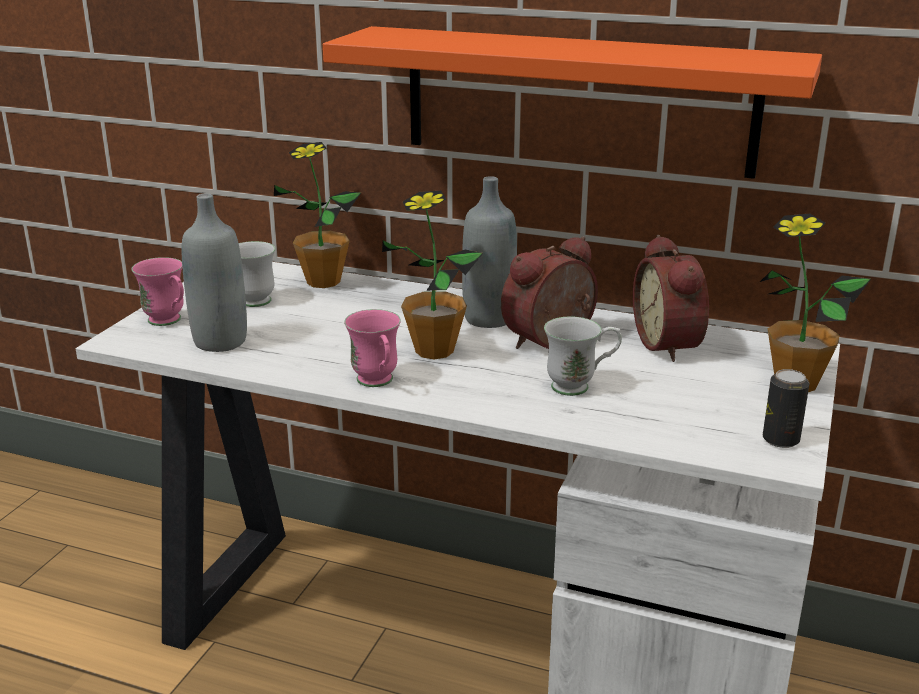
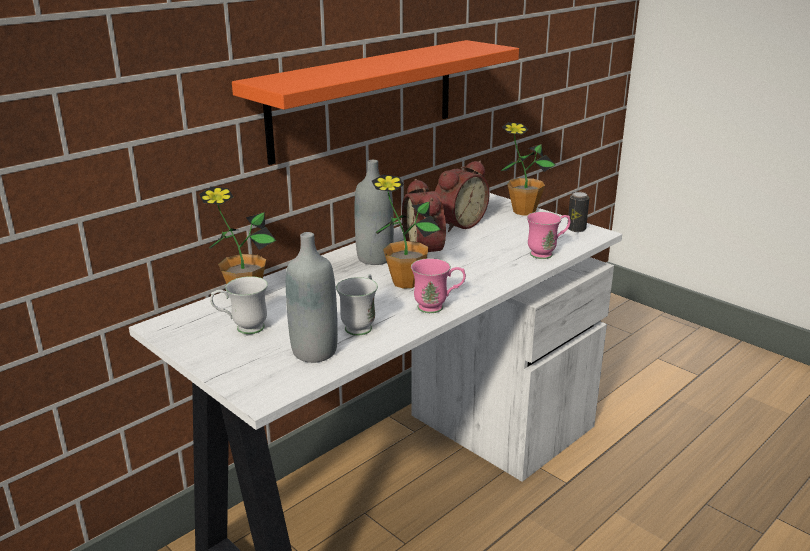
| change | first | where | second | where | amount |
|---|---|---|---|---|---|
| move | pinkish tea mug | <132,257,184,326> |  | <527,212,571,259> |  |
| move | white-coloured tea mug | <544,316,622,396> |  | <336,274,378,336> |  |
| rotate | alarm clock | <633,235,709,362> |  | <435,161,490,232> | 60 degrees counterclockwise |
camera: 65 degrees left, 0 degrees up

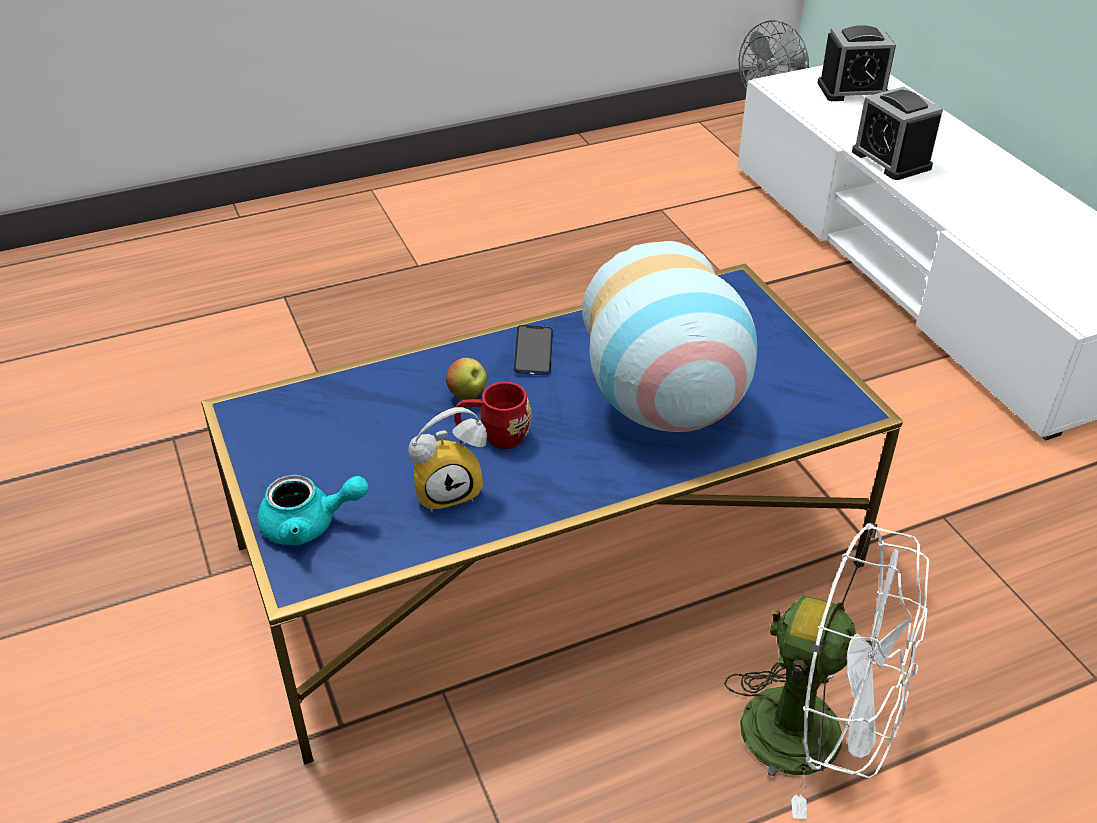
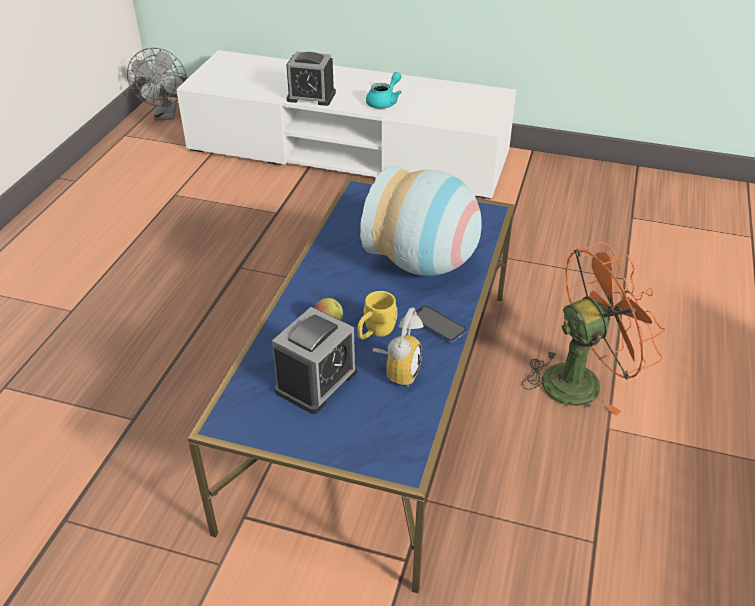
| change | first | where | second | where | amount |
|---|---|---|---|---|---|
| move | blue-green teapot | <257,475,369,545> |  | <366,72,402,109> |  |
| recolor | reddish tea mug | <454,382,532,449> | yellow-coloured tea mug | <357,291,398,339> |  |
| move | handset | <513,325,553,376> |  | <415,306,467,342> |  |
| recolor | white-coloured fan | <724,522,929,819> | orange-coloured fan | <522,242,665,415> |  |
| move | alarm clock | <818,25,896,101> |  | <272,307,357,414> |  |
camera: 50 degrees left, 0 degrees up

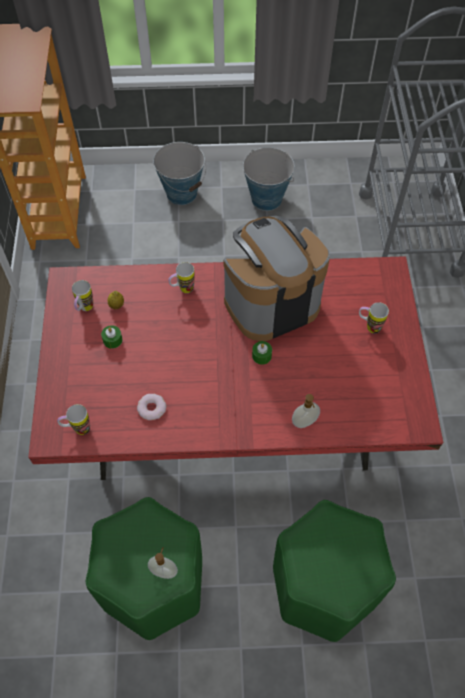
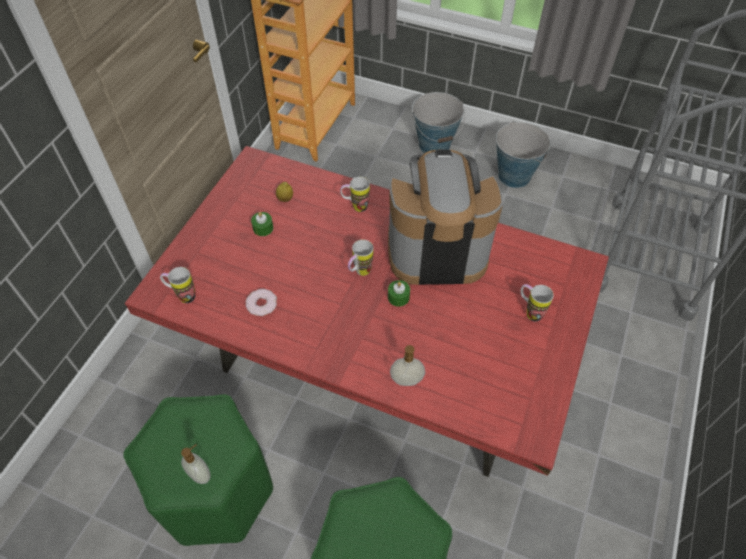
| change | first | where | second | where | amount |
|---|---|---|---|---|---|
| move | tea mug | <72,280,93,311> |  | <348,239,373,276> |  |
camera: 25 degrees right, 5 degrees down

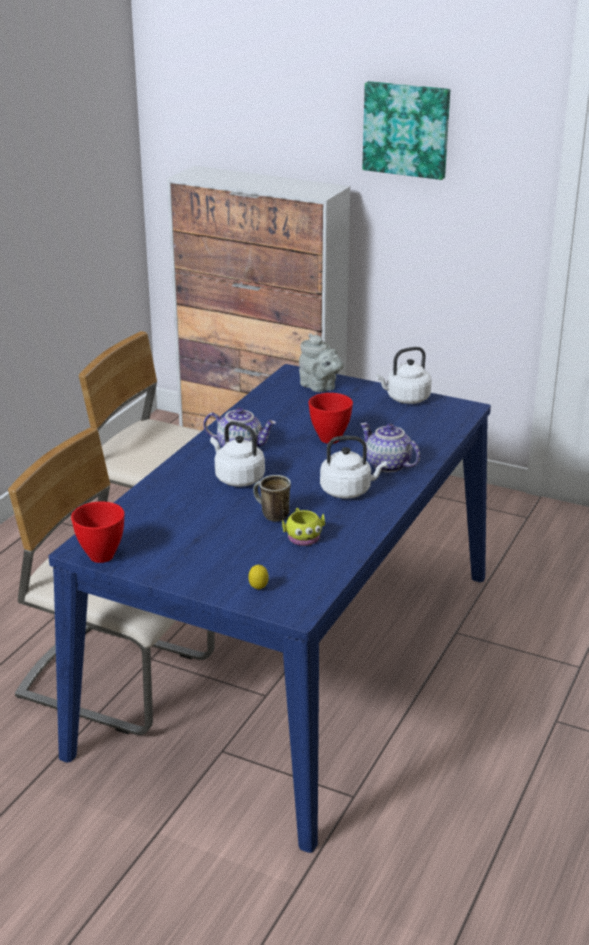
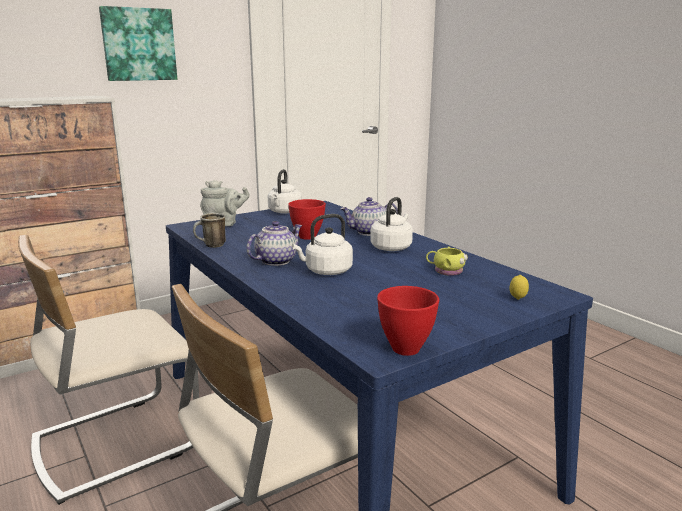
| change | first | where | second | where | amount |
|---|---|---|---|---|---|
| move | tea mug | <253,475,291,521> |  | <193,213,226,248> |  |
camera: 60 degrees left, 10 degrees down

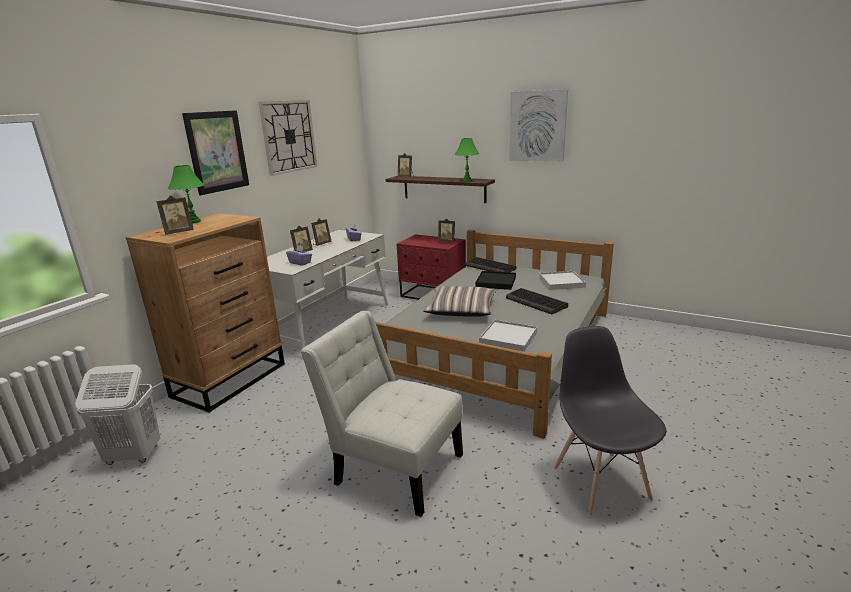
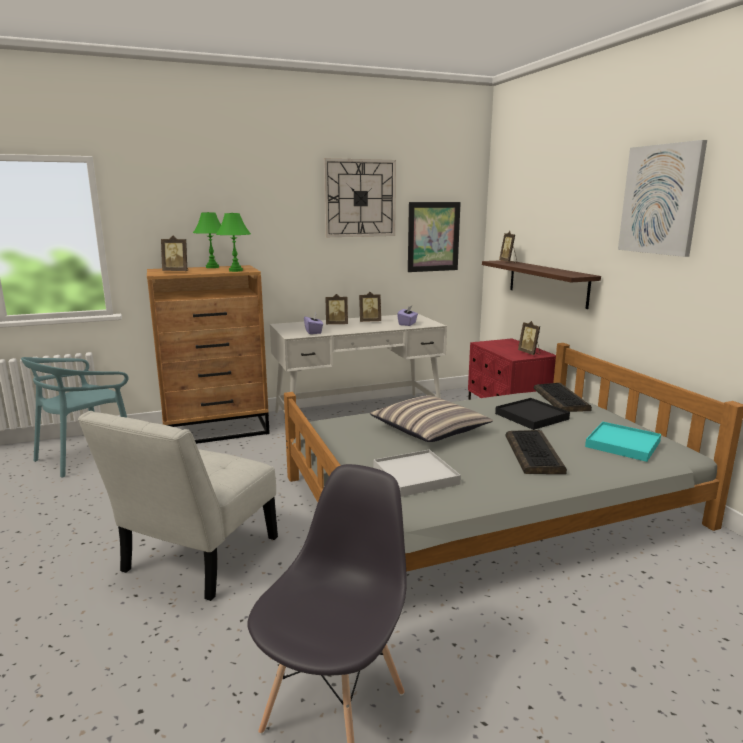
| change | first | where | second | where | amount |
|---|---|---|---|---|---|
| replace | white-coloured laundry basket | <75,364,160,465> | blue-green upright chair | <21,357,129,478> |  |
| move | picture | <182,110,249,195> |  | <408,202,461,272> |  |
| rotate | white-coloured upright chair | <300,311,463,517> |  | <78,411,278,601> | 135 degrees counterclockwise |
| move | green-coloured lamp for a table | <455,138,479,182> |  | <216,213,251,272> |  |
| recolor | white-coloured serving tray | <539,271,586,290> | blue-green serving tray | <585,422,661,462> |  |
camera: 40 degrees right, 5 degrees down

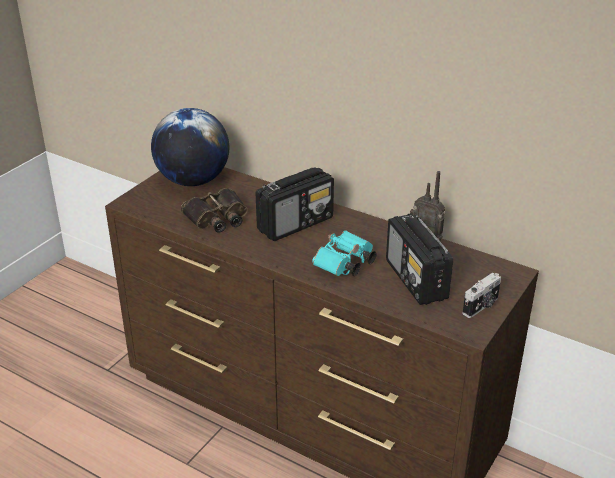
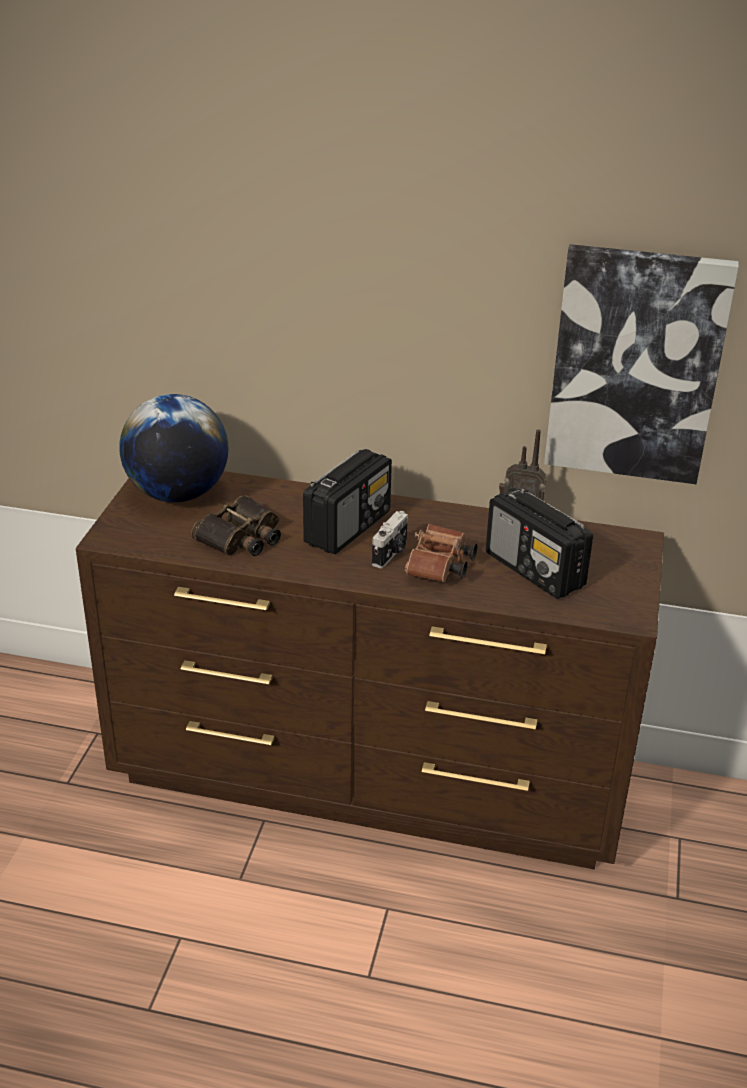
| change | first | where | second | where | amount |
|---|---|---|---|---|---|
| recolor | blue-green pair of binoculars | <312,230,376,276> | brownish pair of binoculars | <405,524,478,583> |  |
| move | photo camera | <463,273,501,318> |  | <372,511,408,568> |  |
| insert |  |  | picture | <544,244,739,484> |  |
camera: 20 degrees left, 0 degrees up

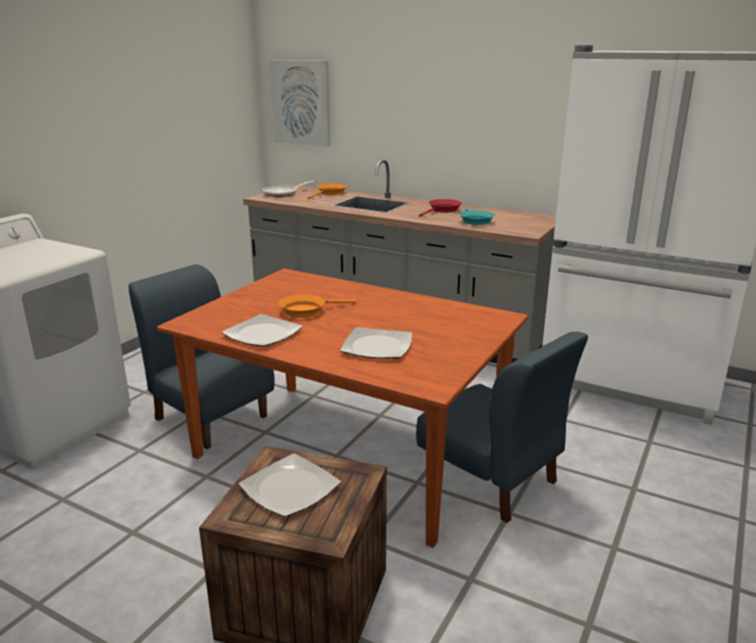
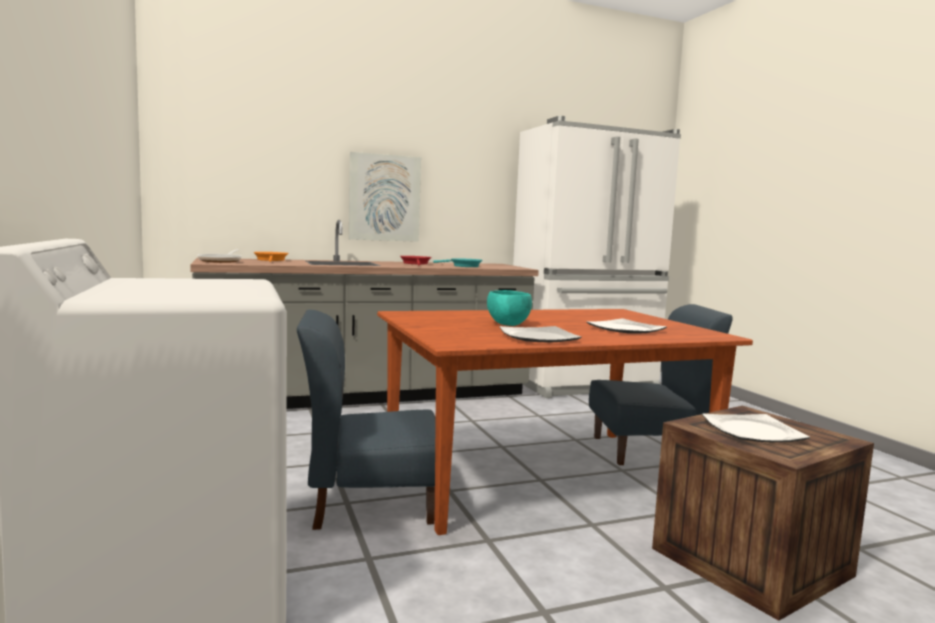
| change | first | where | second | where | amount |
|---|---|---|---|---|---|
| move | picture | <269,60,330,147> |  | <349,152,421,242> |  |
| replace | orange-coloured pan | <279,294,357,318> | blue-green deep dish | <487,290,532,326> |  |
camera: 50 degrees left, 15 degrees down

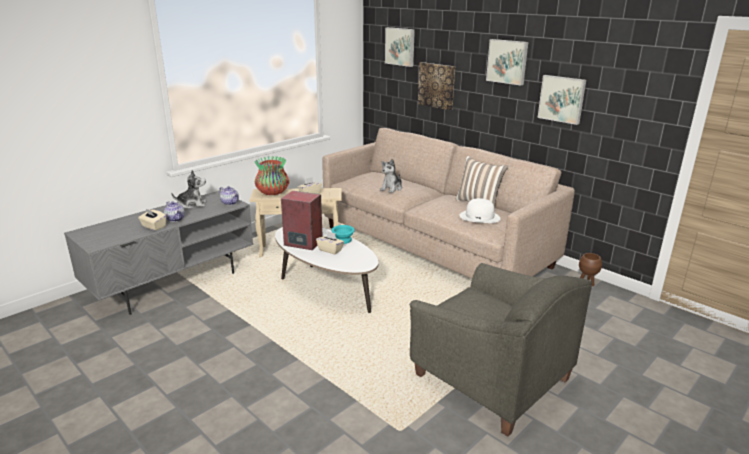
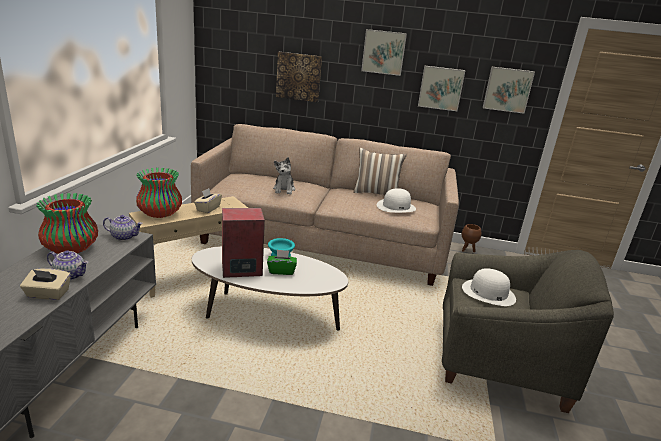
| change | first | where | second | where | amount |
|---|---|---|---|---|---|
| replace | soft toy | <171,170,206,209> | decorative vase | <36,193,98,254> |  |
| recolor | beige tissue box | <316,231,344,254> | green-coloured tissue box | <267,250,297,275> |  |
| move | picture | <385,27,415,67> |  | <483,66,535,114> |  |
| insert |  |  | white-coloured wearable hat | <462,268,516,306> |  |
camera: 35 degrees left, 0 degrees up

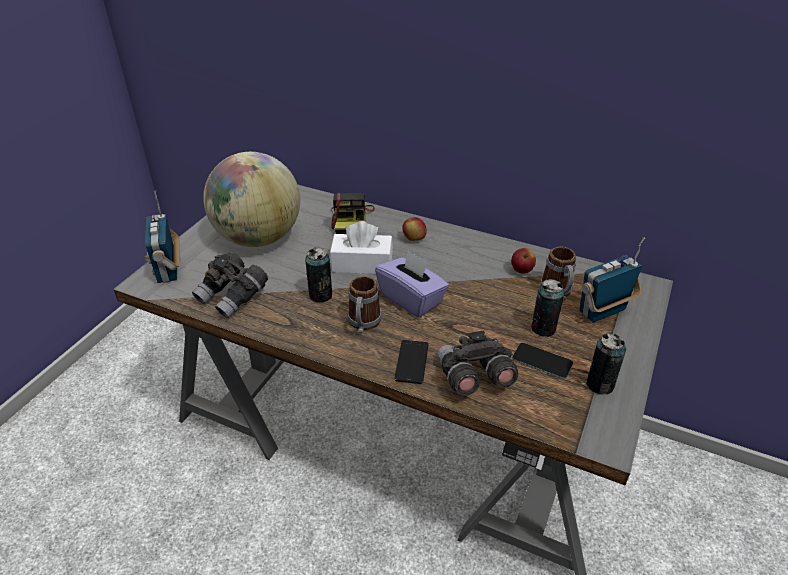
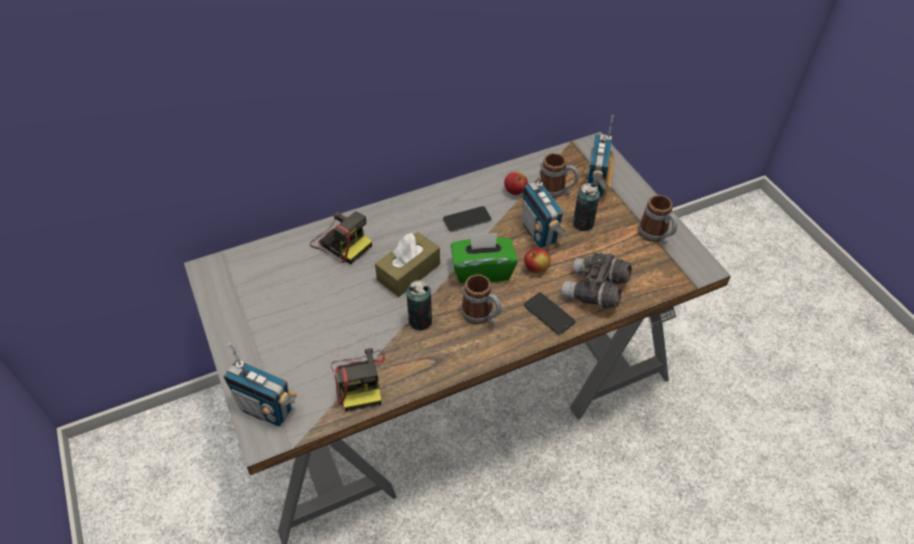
| change | first | where | second | where | amount |
|---|---|---|---|---|---|
| replace | gray pair of binoculars | <192,252,268,318> | photo camera | <331,348,385,412> |  |
| delete | globe | <203,152,300,247> |  |  |  |
| recolor | white-coloured tissue box | <330,221,393,274> | brownish tissue box | <375,232,440,297> |  |
| recolor | purple-coloured tissue box | <375,250,449,318> | green-coloured tissue box | <451,233,518,284> |  |
| move | apple fruit | <402,217,427,241> |  | <524,248,551,273> |  |
| move | handset | <512,343,573,379> |  | <443,206,491,232> |  |
| replace | sealed can | <587,333,626,395> | tea mug | <638,195,678,244> |  |
| insert |  |  | radio | <522,161,566,248> |  |
camera: 50 degrees left, 10 degrees up

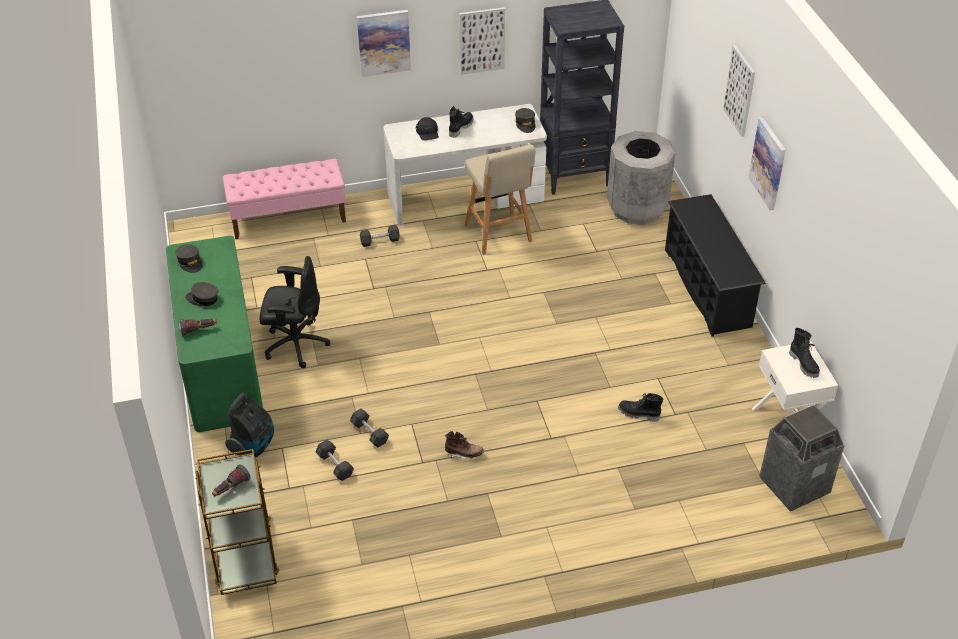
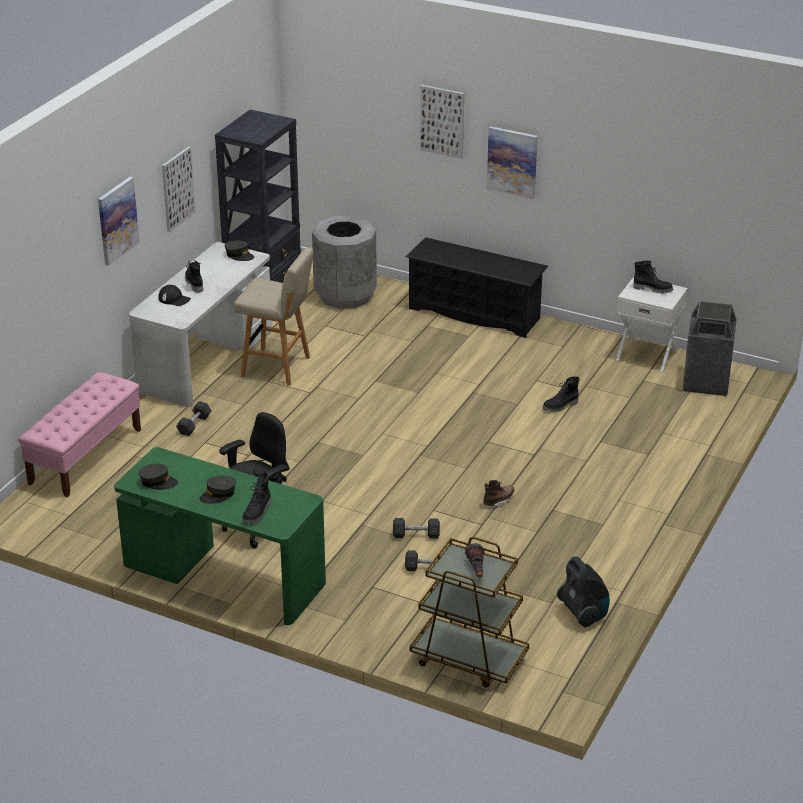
| change | first | where | second | where | amount |
|---|---|---|---|---|---|
| replace | hand torch | <179,318,217,336> | blackish boot | <242,472,271,524> |  |
| move | vacuum | <225,393,274,457> |  | <557,556,610,627> |  |
camera: 50 degrees left, 10 degrees down

